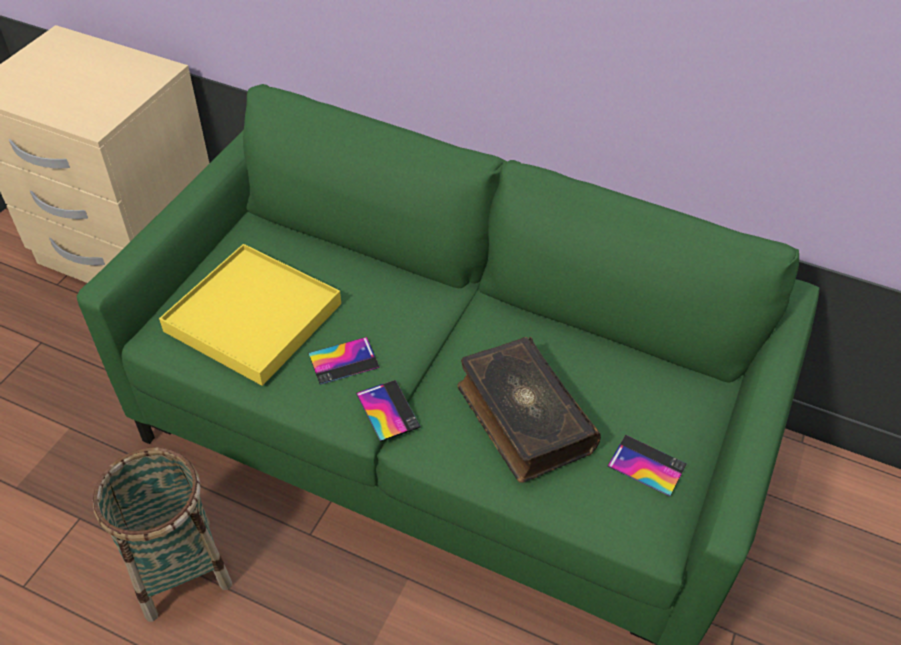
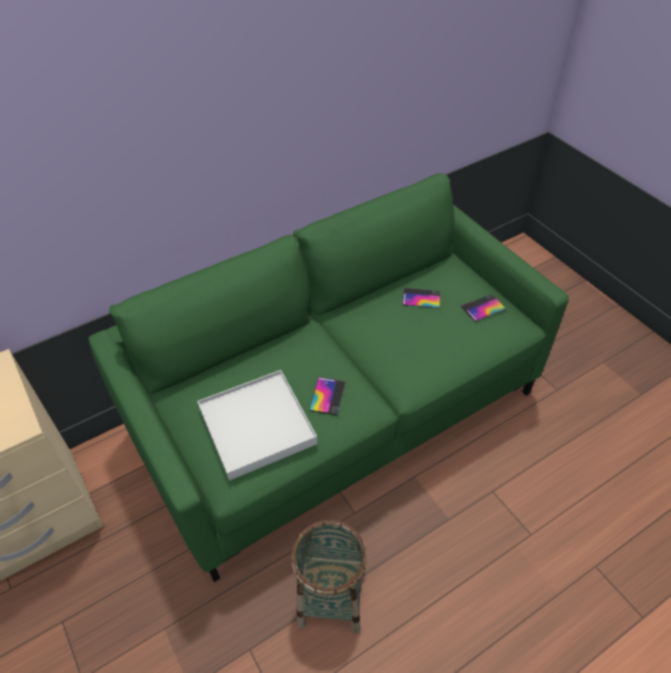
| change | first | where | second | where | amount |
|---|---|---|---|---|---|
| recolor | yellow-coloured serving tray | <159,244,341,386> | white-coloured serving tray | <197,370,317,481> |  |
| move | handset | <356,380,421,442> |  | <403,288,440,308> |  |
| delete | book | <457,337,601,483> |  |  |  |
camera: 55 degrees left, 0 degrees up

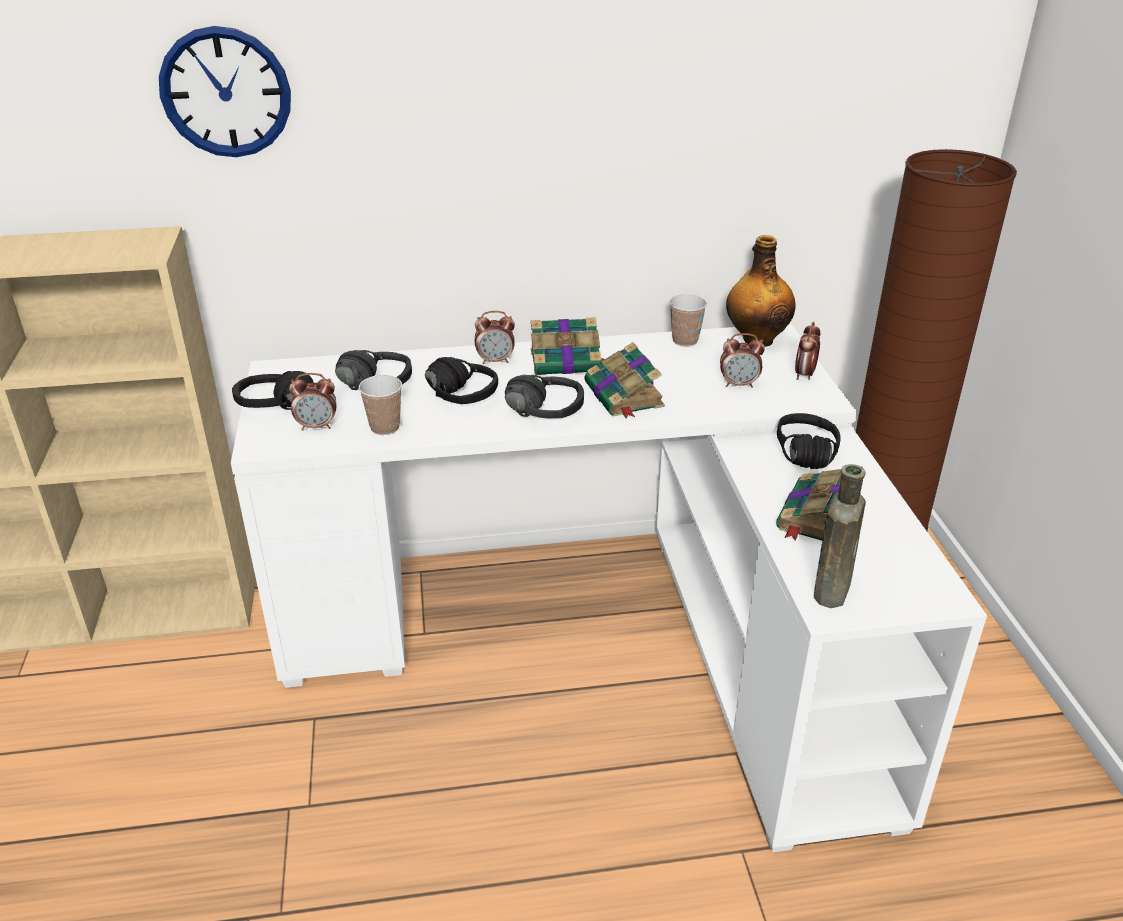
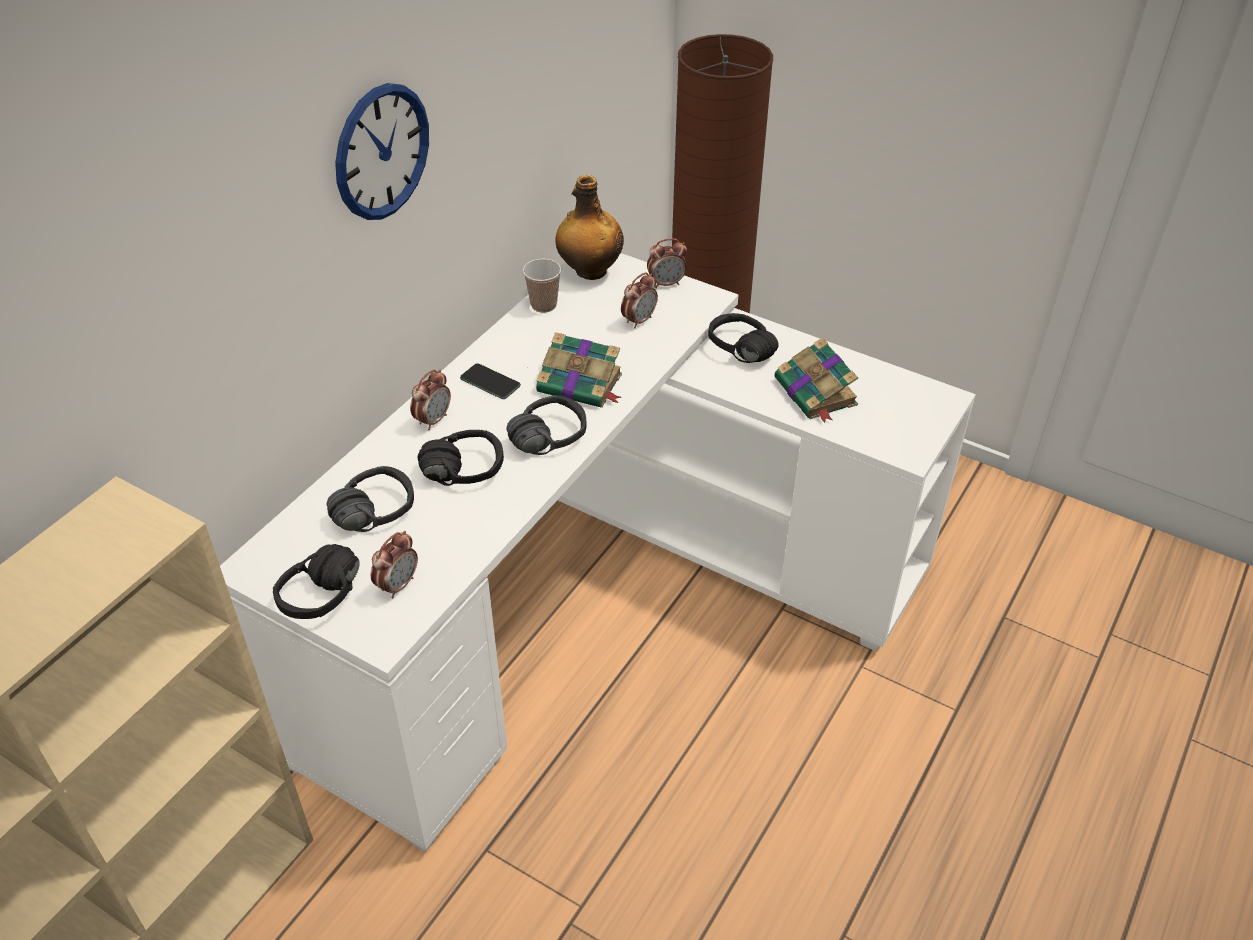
| change | first | where | second | where | amount |
|---|---|---|---|---|---|
| move | hanging clock | <159,26,291,157> |  | <335,83,429,220> |  |
| delete | small cup | <359,375,402,435> |  |  |  |
| replace | book | <531,317,604,375> | handset | <460,363,521,399> |  |
| rotate | alarm clock | <795,321,820,380> |  | <647,238,687,288> | 75 degrees counterclockwise |
| delete | brownish drink bottle | <814,464,866,608> |  |  |  |
camera: 50 degrees left, 10 degrees up

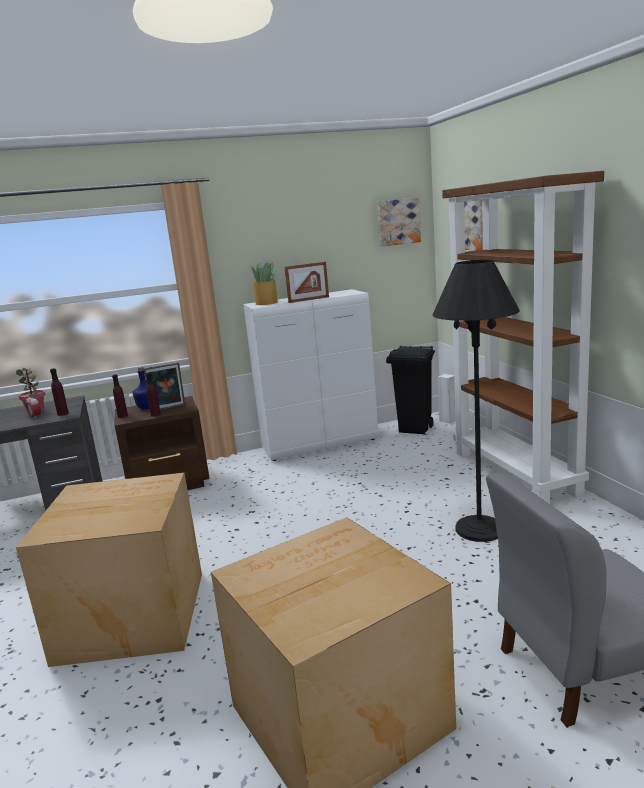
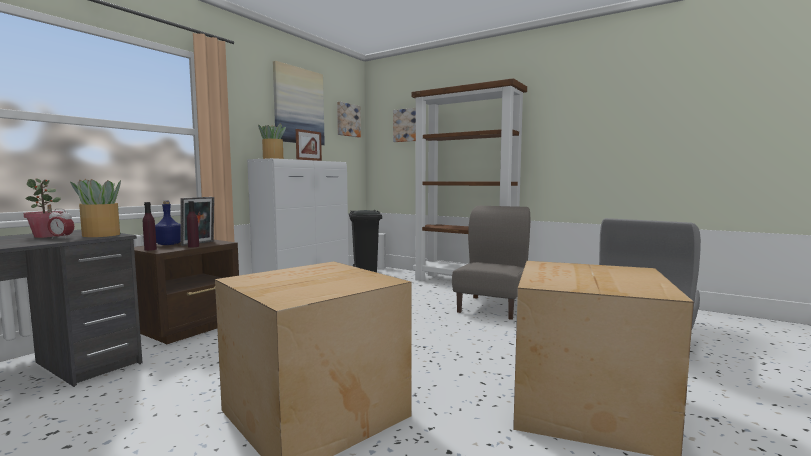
| change | first | where | second | where | amount |
|---|---|---|---|---|---|
| replace | purple-coloured drink bottle | <50,368,69,416> | houseplant | <70,179,121,237> |  |
| replace | blackish standard lamp | <433,260,520,542> | gray upright chair | <452,206,530,320> |  |
| insert |  |  | picture | <273,61,325,145> |  |
camera: 40 degrees left, 10 degrees down

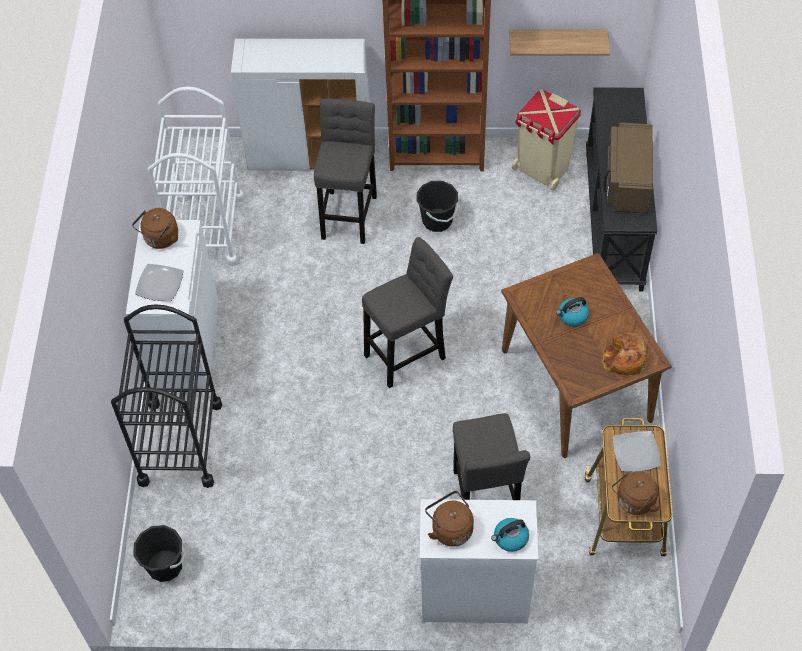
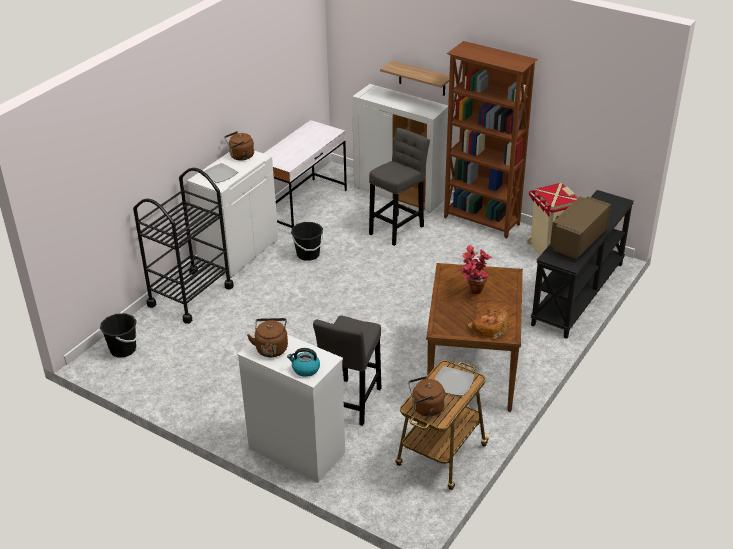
| change | first | where | second | where | amount |
|---|---|---|---|---|---|
| replace | white-coloured wheeled cart | <148,87,245,266> | white-coloured desk unit | <264,120,347,228> |  |
| delete | gray sitting stool | <362,237,453,388> |  |  |  |
| move | blackish water bucket | <417,181,458,232> |  | <291,222,324,261> |  |
| move | shelf | <510,30,610,56> |  | <380,61,450,96> |  |
| replace | water kettle | <556,297,589,327> | houseplant | <458,245,492,294> |  |
camera: 30 degrees right, 20 degrees down

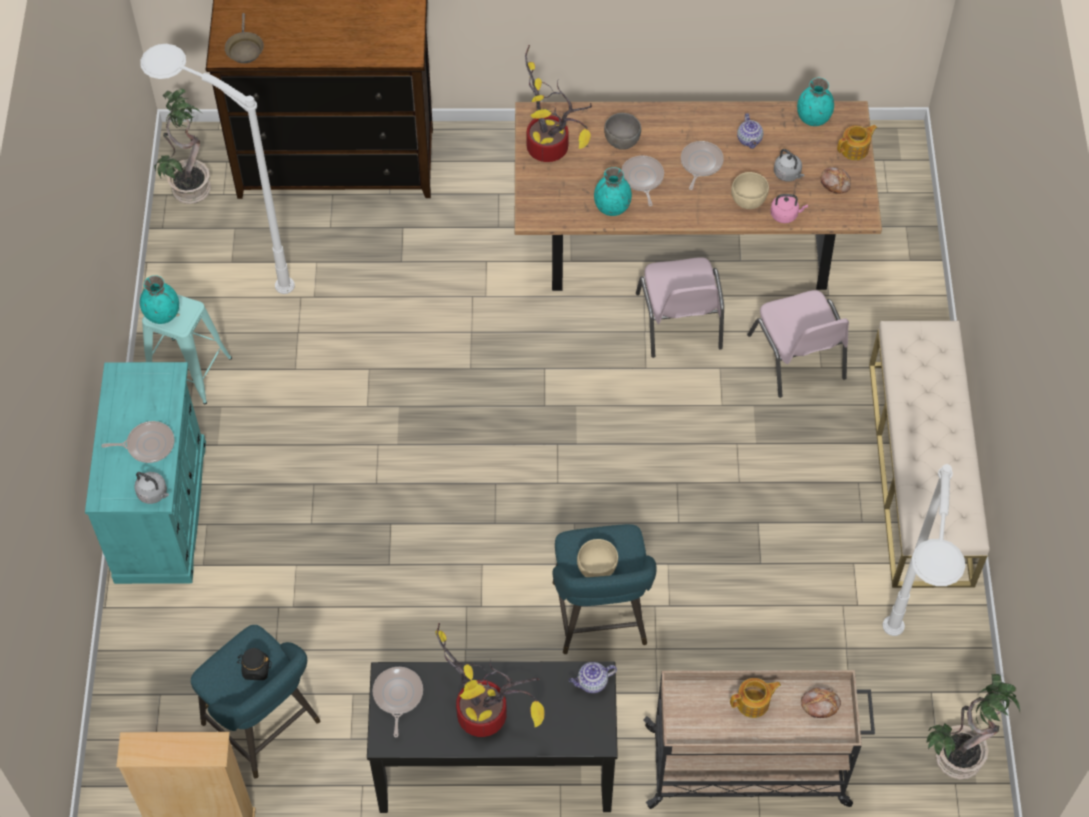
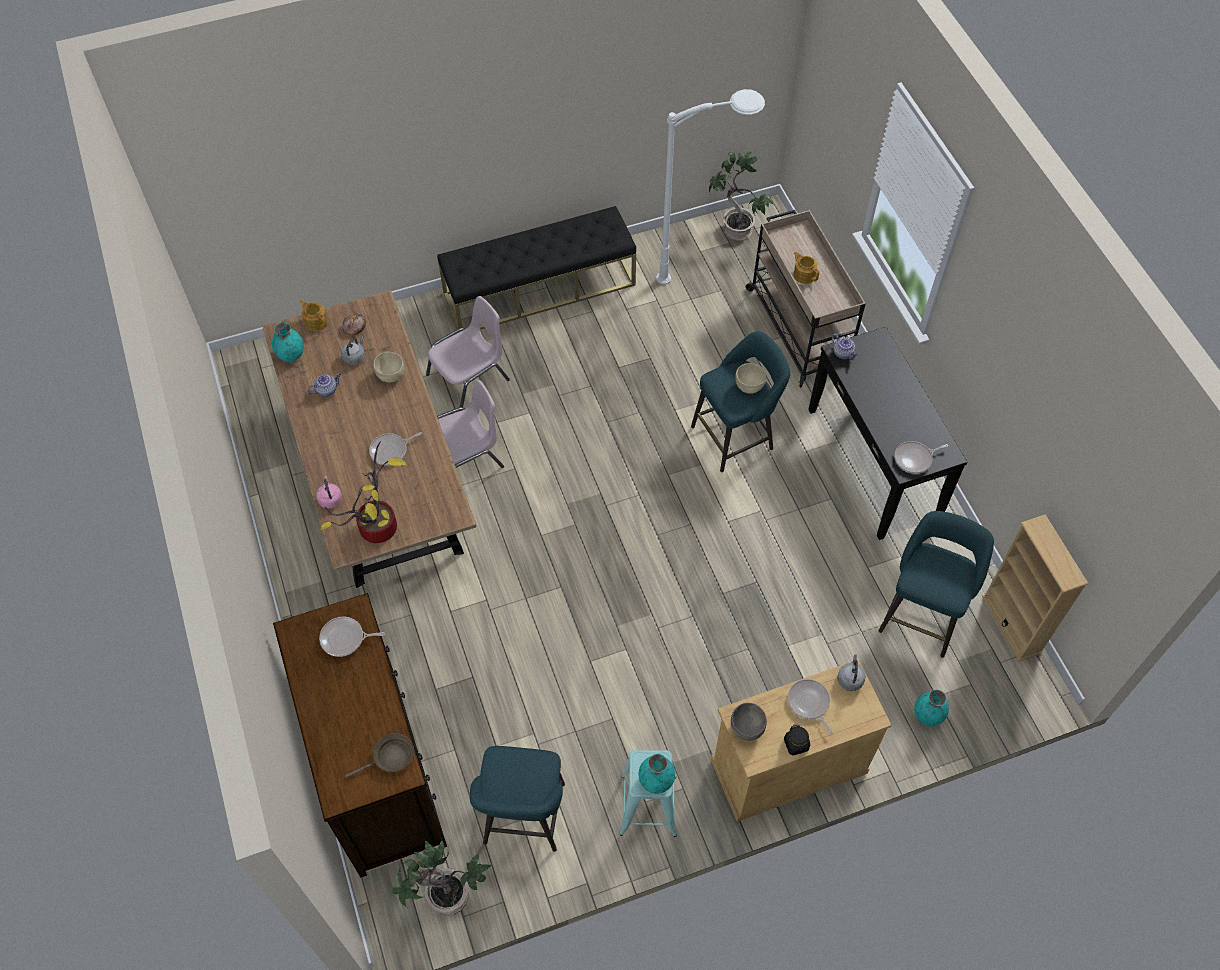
| change | first | where | second | where | amount |
|---|---|---|---|---|---|
| recolor | blue-green storage cabinet | <85,362,206,584> | beige storage cabinet | <711,660,892,822> |  |
| replace | white-coloured standard lamp | <140,44,295,294> | blue-green sitting stool | <470,746,565,852> |  |
| move | blackish preserve jar | <237,648,272,680> |  | <784,724,810,755> |  |
| delete | houseplant | <435,623,545,737> |  |  |  |
| move | blue-green decorative vase | <594,167,632,216> |  | <914,690,949,726> |  |
| move | gray deep dish | <604,113,641,150> |  | <731,703,767,741> |  |
| move | pan | <681,141,724,190> |  | <319,616,385,657> |  |
| move | pinkish water kettle | <770,194,808,223> |  | <316,476,342,509> |  |
| delete | bread | <801,687,841,718> |  |  |  |
| recolor | beige indoor bench | <869,321,990,588> | blackish indoor bench | <437,206,636,332> |  |
camera: 110 degrees left, 0 degrees up

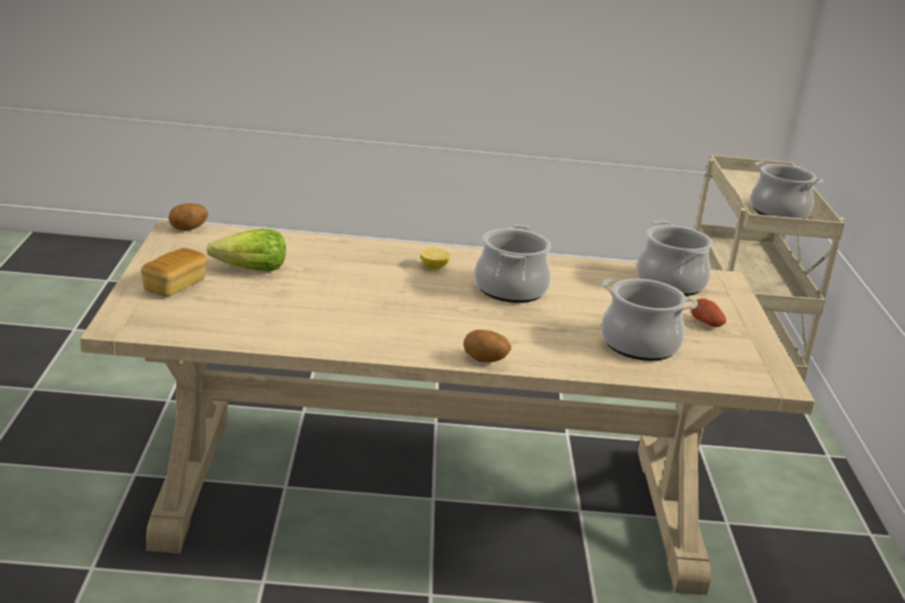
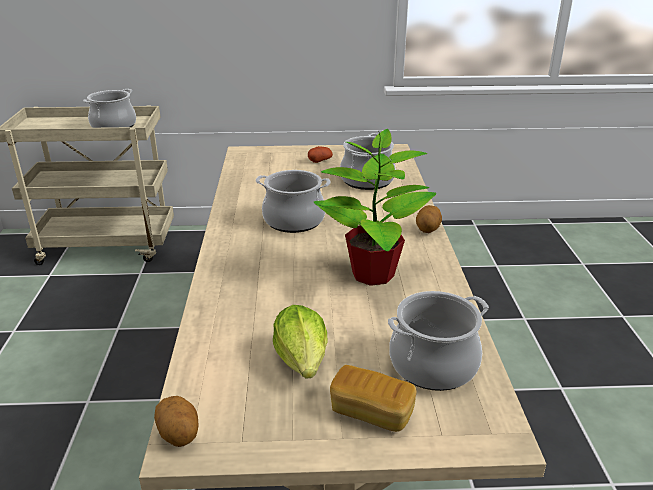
| change | first | where | second | where | amount |
|---|---|---|---|---|---|
| delete | whole lemon | <420,248,451,269> |  |  |  |
| move | saucepot | <637,221,713,296> |  | <388,291,489,391> |  |
| insert |  |  | houseplant | <314,129,436,286> |  |
camera: 90 degrees left, 5 degrees up

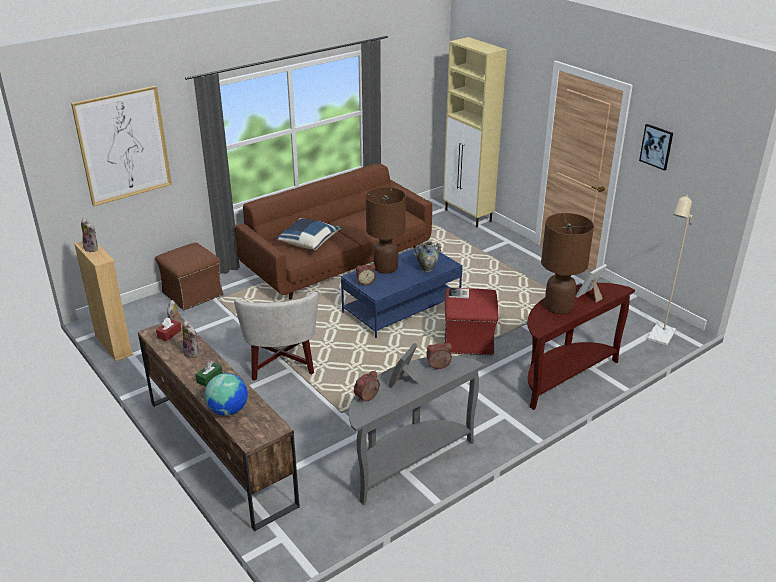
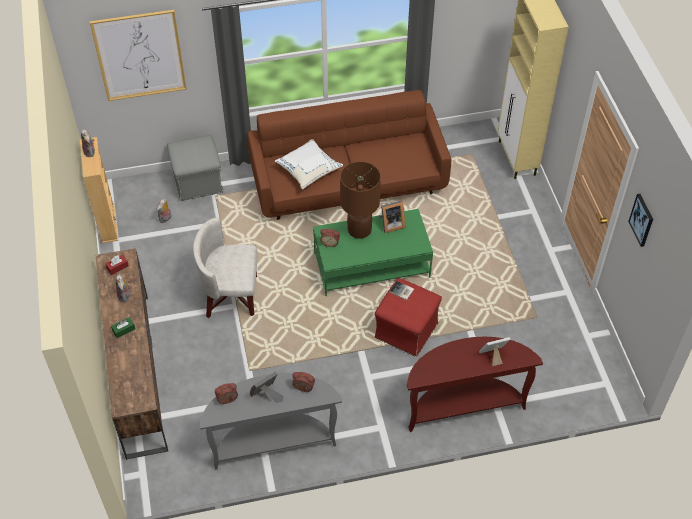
| change | first | where | second | where | amount |
|---|---|---|---|---|---|
| recolor | brownish ottoman | <155,242,224,311> | gray ottoman | <167,135,223,201> |  |
| delete | globe | <205,373,248,416> |  |  |  |
| rotate | white-coloured lounge chair | <234,292,318,381> |  | <193,218,257,318> | 75 degrees clockwise |
| recolor | blue cushion | <275,218,341,250> | white-coloured cushion | <275,139,343,190> |  |
| recolor | blue low table | <341,245,463,338> | green-coloured low table | <313,209,433,296> |  |
| delete | decorative vase | <414,241,441,272> |  |  |  |
| delete | brownish lamp for a table | <541,213,594,314> |  |  |  |
| delete | beige standard lamp | <647,195,693,346> |  |  |  |
| insert |  |  | photo frame | <379,200,405,233> |  |
camera: 25 degrees right, 20 degrees up

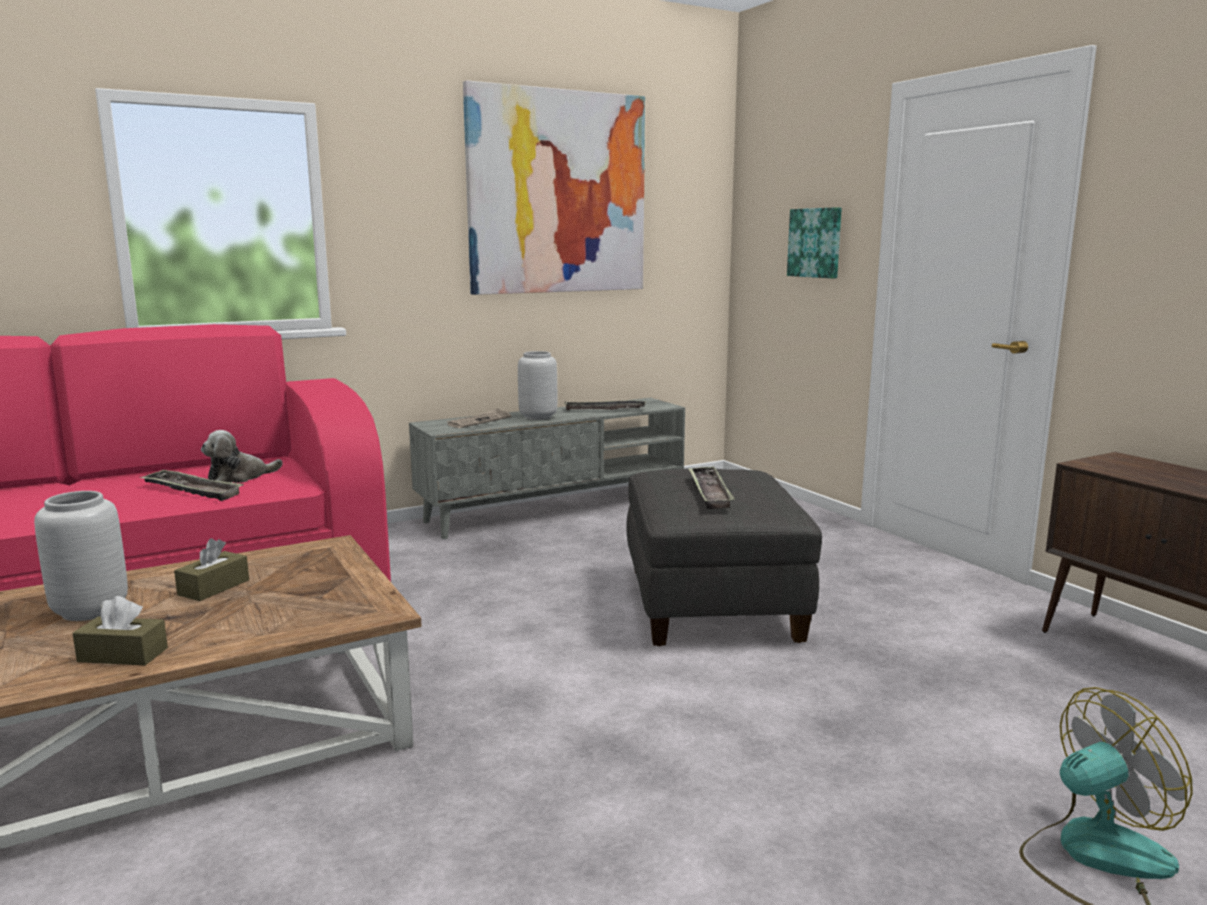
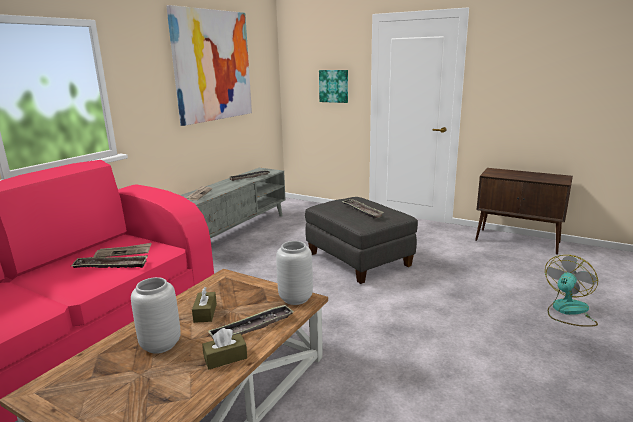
| change | first | where | second | where | amount |
|---|---|---|---|---|---|
| replace | soft toy | <201,430,283,483> | daily paper | <94,243,152,257> |  |
| move | gray decorative vase | <518,351,557,420> |  | <276,241,313,305> |  |
| insert |  |  | serving tray | <208,304,294,340> |  |
camera: 30 degrees left, 5 degrees up

